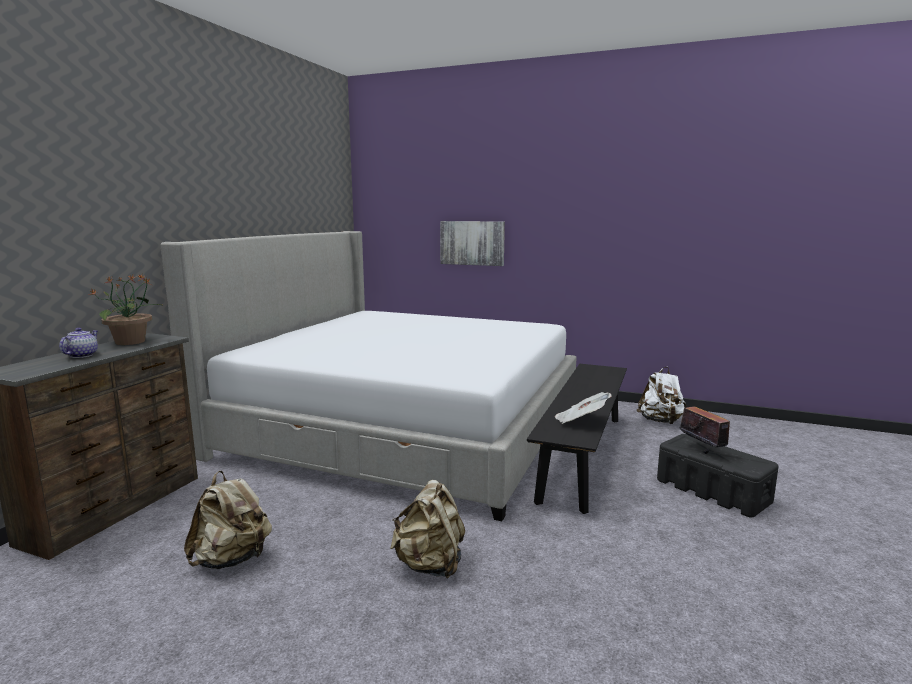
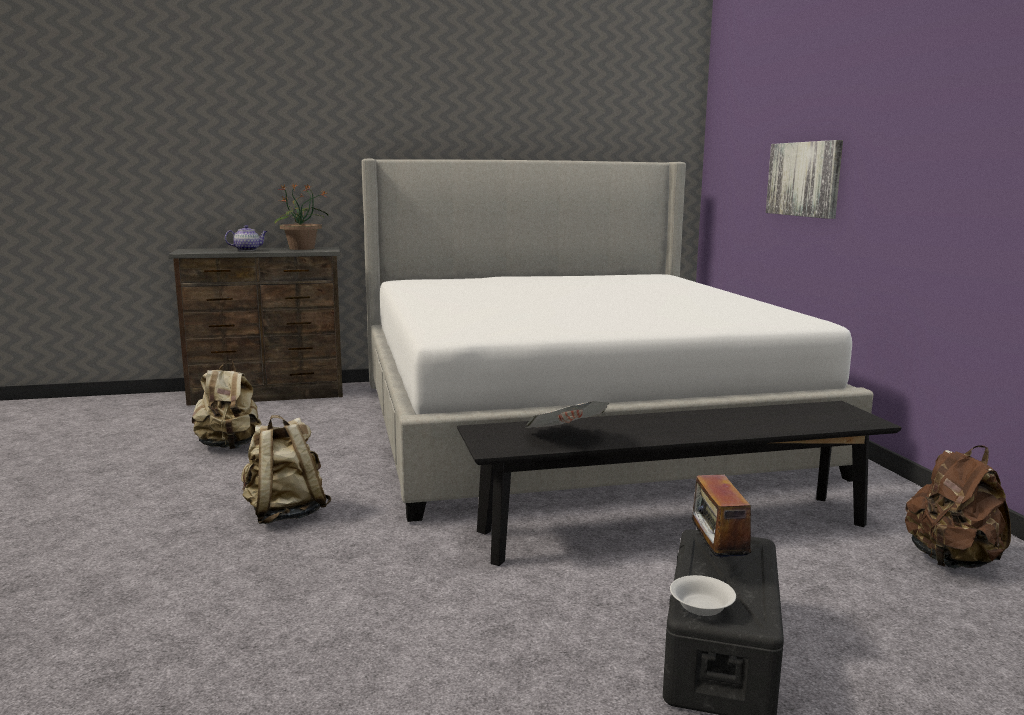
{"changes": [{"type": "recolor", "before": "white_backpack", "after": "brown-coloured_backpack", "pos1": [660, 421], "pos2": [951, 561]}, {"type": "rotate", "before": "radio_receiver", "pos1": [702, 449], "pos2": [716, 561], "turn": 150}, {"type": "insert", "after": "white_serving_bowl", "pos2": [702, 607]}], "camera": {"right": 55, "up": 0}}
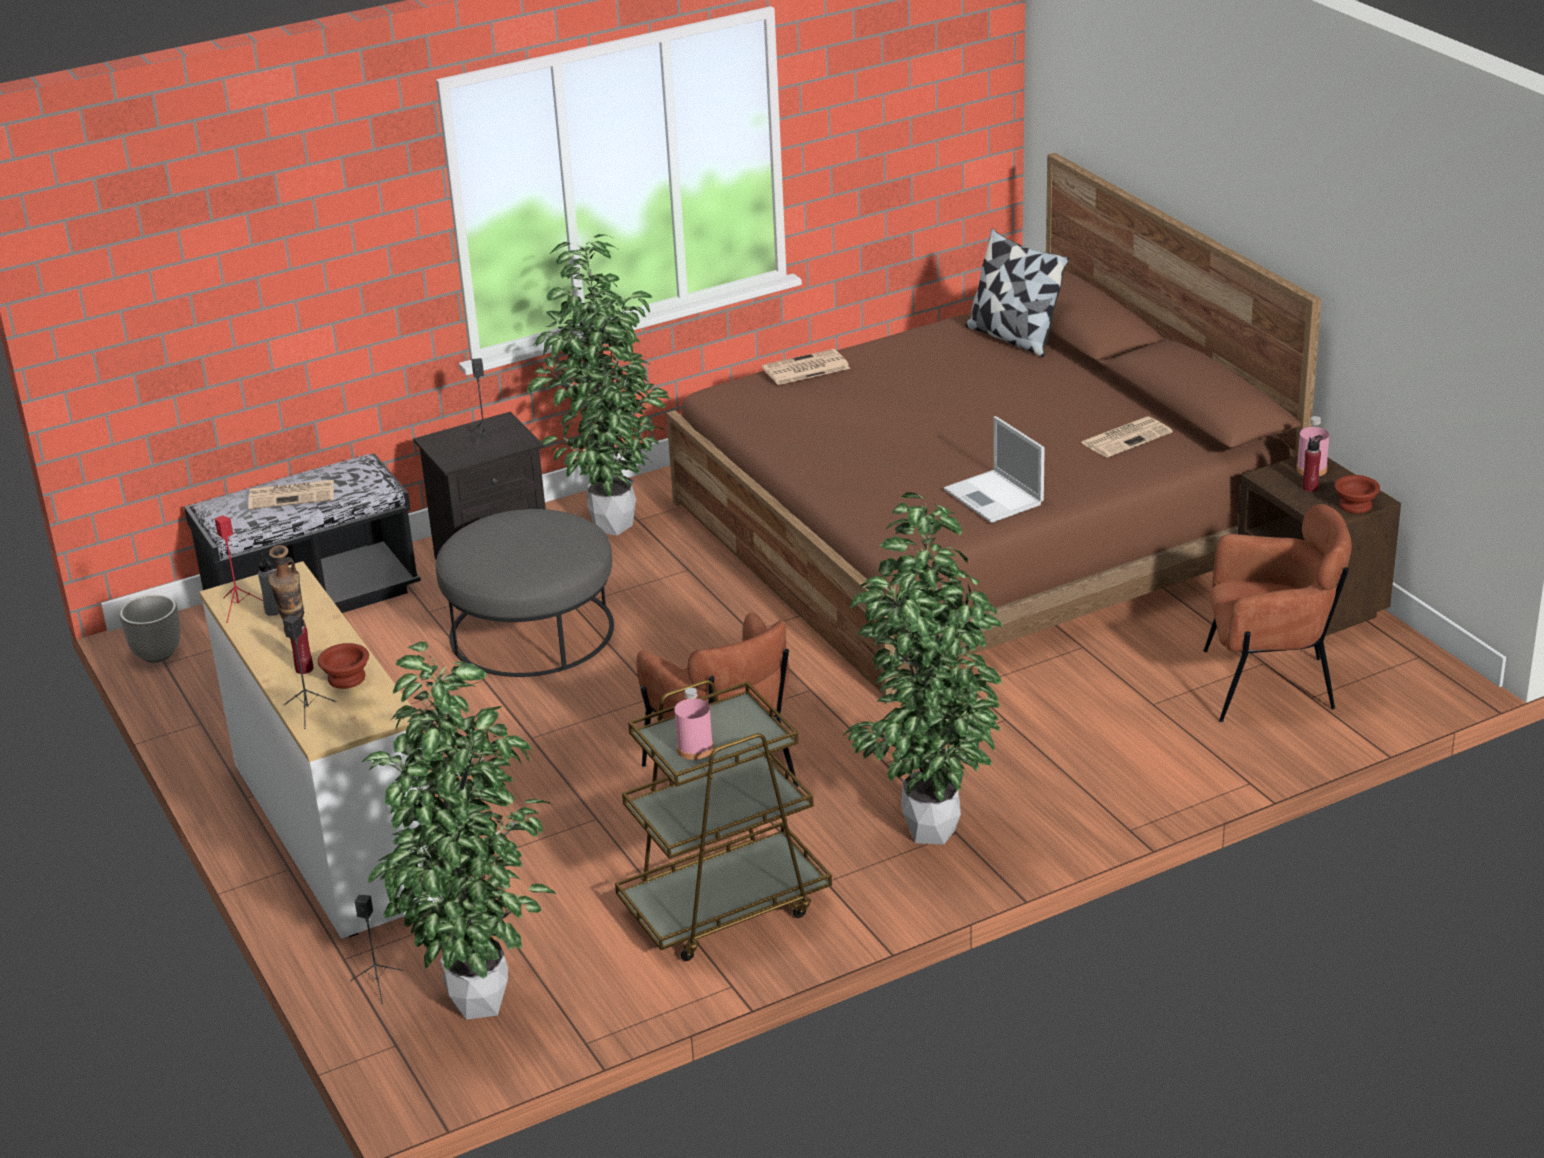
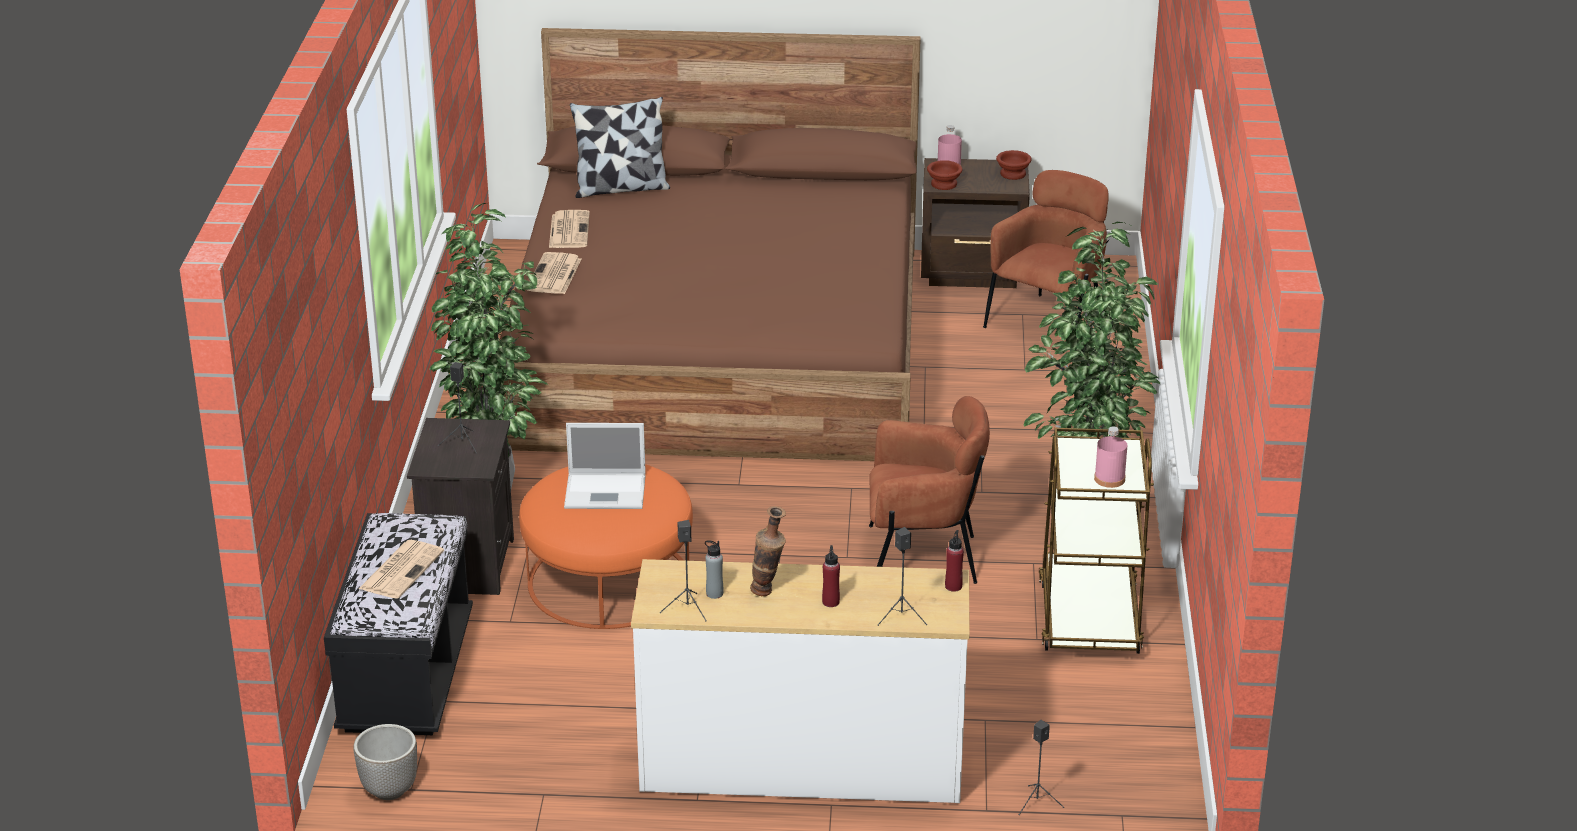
{"changes": [{"type": "move", "before": "laptop", "pos1": [995, 498], "pos2": [607, 491]}, {"type": "move", "before": "daily_paper", "pos1": [1126, 437], "pos2": [568, 230]}, {"type": "move", "before": "red-coloured_bottle", "pos1": [1310, 488], "pos2": [953, 586]}, {"type": "recolor", "before": "greyish_footrest", "after": "orangey_footrest", "pos1": [532, 630], "pos2": [609, 580]}, {"type": "recolor", "before": "red-coloured_speaker", "after": "black-coloured_speaker", "pos1": [240, 607], "pos2": [687, 608]}, {"type": "delete", "before": "plant_in_a_pot", "pos1": [481, 999]}, {"type": "move", "before": "brown-coloured_serving_bowl", "pos1": [348, 678], "pos2": [944, 184]}], "camera": {"right": -60, "up": 0}}
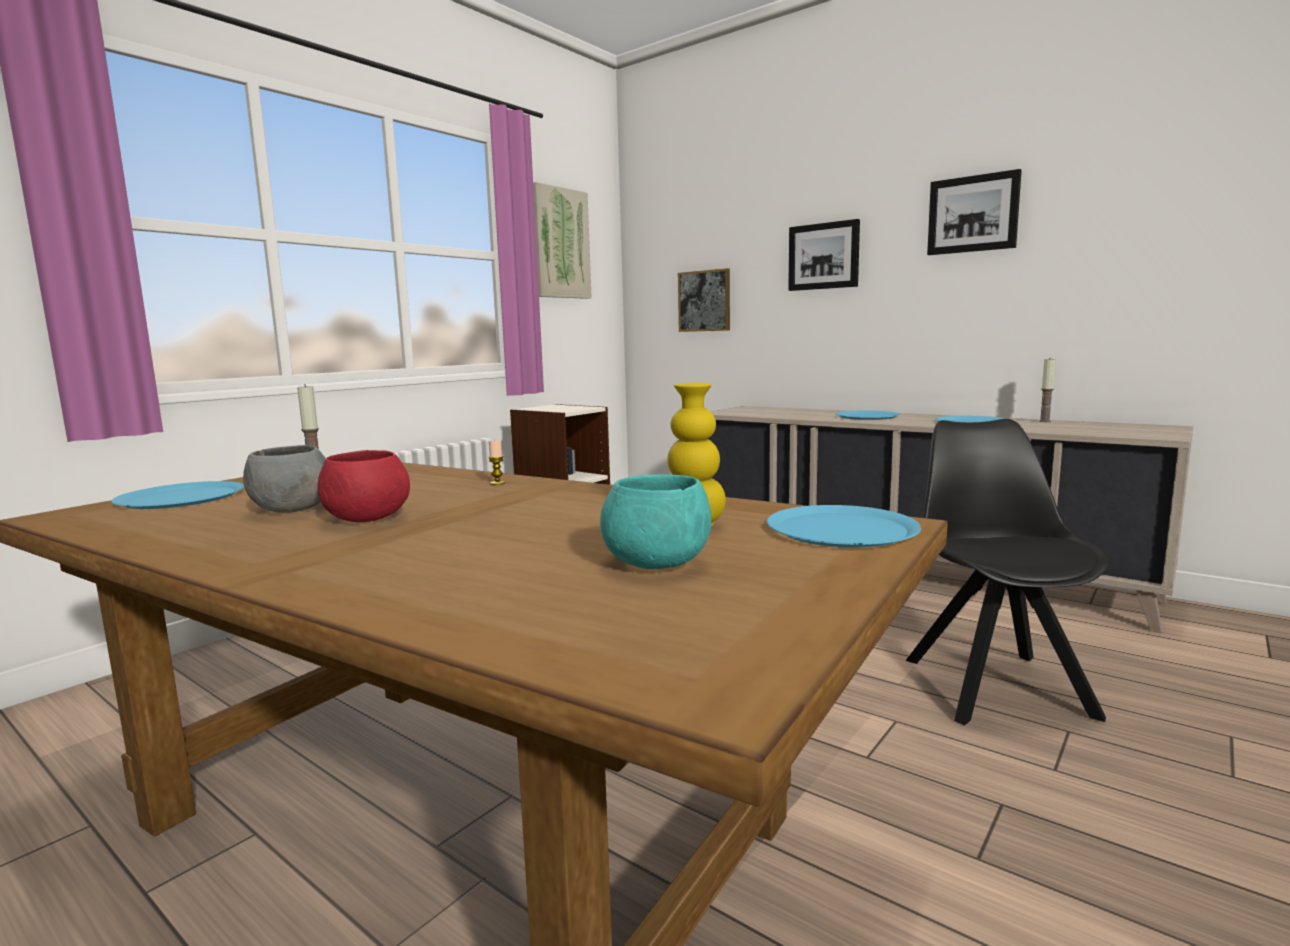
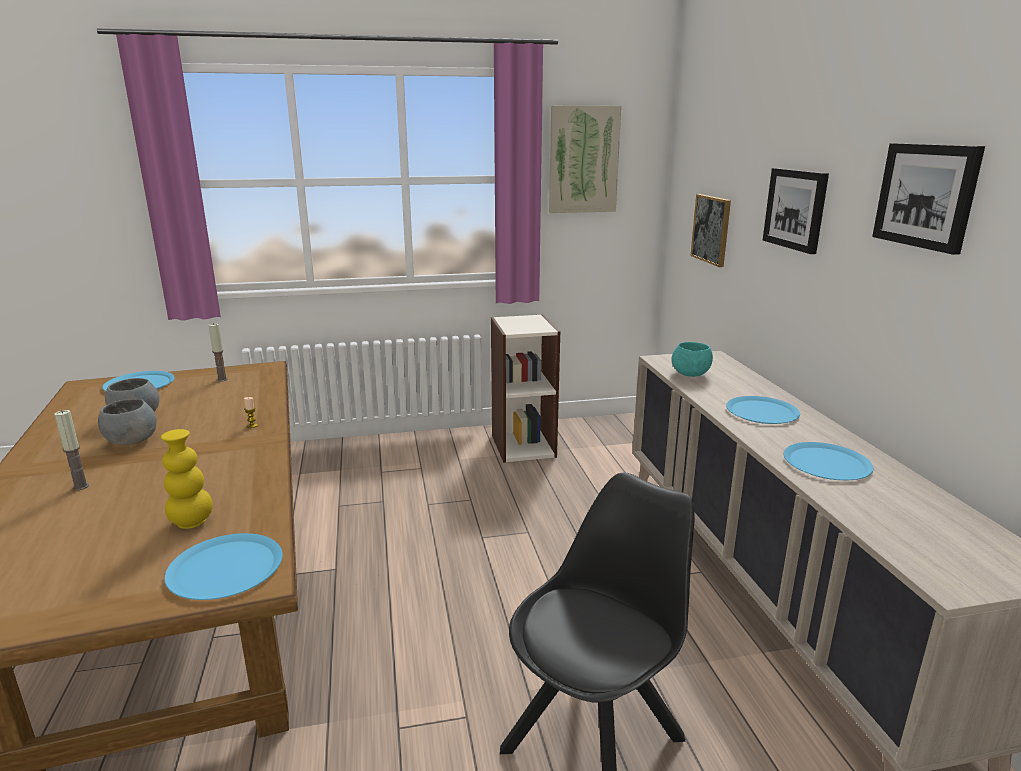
{"changes": [{"type": "move", "before": "candle", "pos1": [1044, 421], "pos2": [81, 486]}, {"type": "recolor", "before": "red-coloured_serving_bowl", "after": "greyish_serving_bowl", "pos1": [367, 519], "pos2": [131, 441]}, {"type": "move", "before": "turquoise-coloured_serving_bowl", "pos1": [657, 564], "pos2": [690, 374]}], "camera": {"right": 40, "up": 10}}
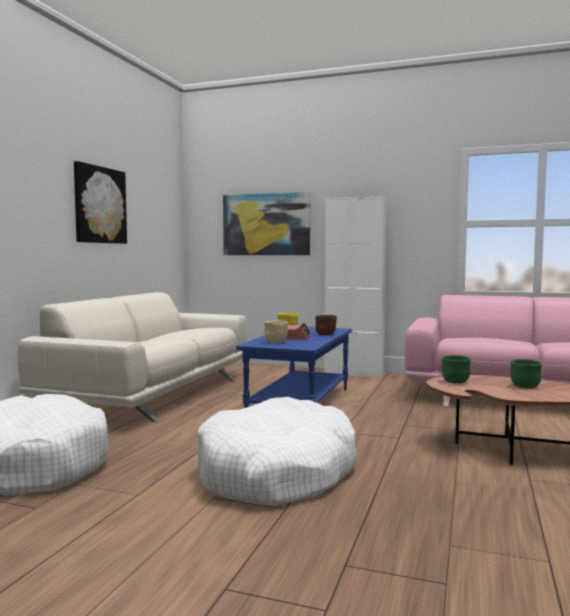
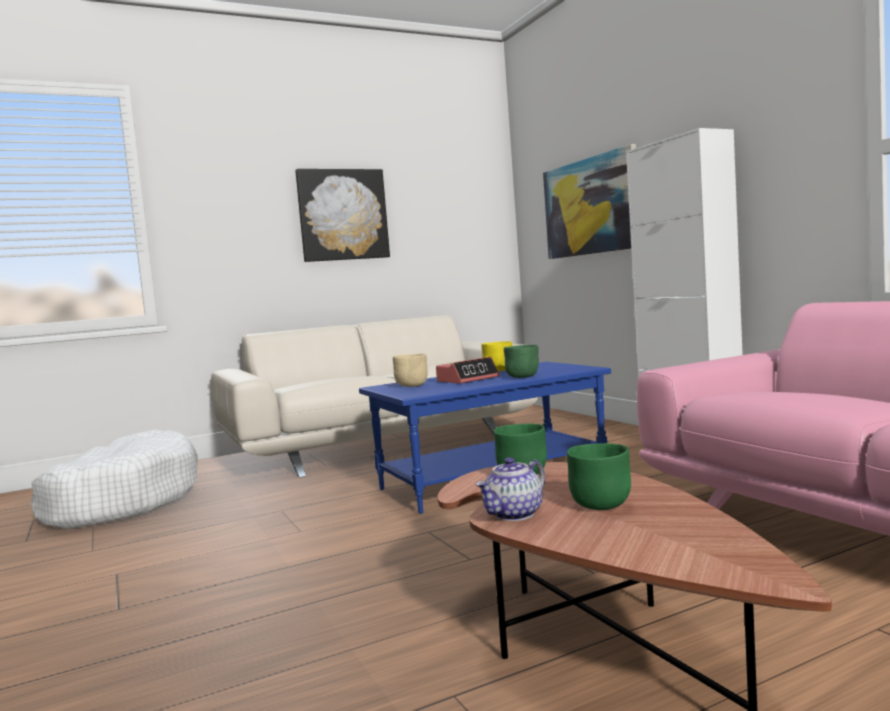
{"changes": [{"type": "recolor", "before": "brown-coloured_serving_bowl", "after": "green_serving_bowl", "pos1": [326, 335], "pos2": [523, 377]}, {"type": "delete", "before": "white_dog_cushion", "pos1": [276, 472]}, {"type": "insert", "after": "teapot", "pos2": [514, 514]}], "camera": {"right": 45, "up": 0}}
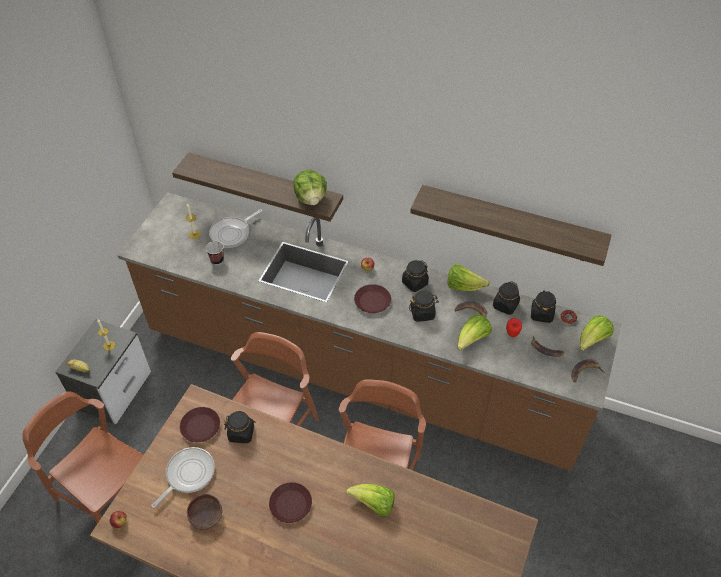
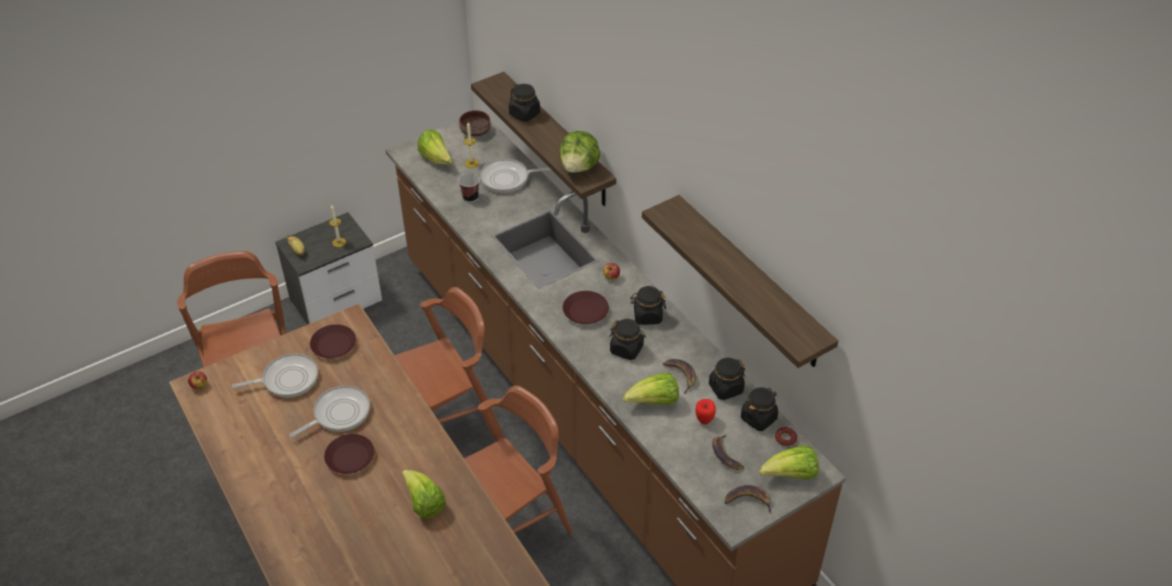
{"changes": [{"type": "move", "before": "lettuce", "pos1": [463, 286], "pos2": [436, 159]}, {"type": "move", "before": "black-coloured_storage_jar", "pos1": [241, 433], "pos2": [525, 114]}, {"type": "move", "before": "brown-coloured_serving_bowl", "pos1": [206, 515], "pos2": [476, 130]}, {"type": "insert", "after": "frying_pan", "pos2": [338, 414]}], "camera": {"right": 35, "up": -5}}
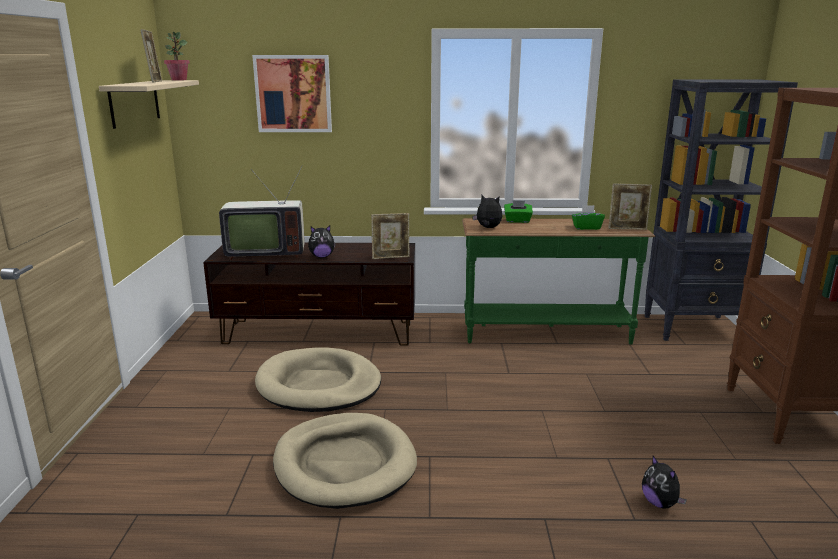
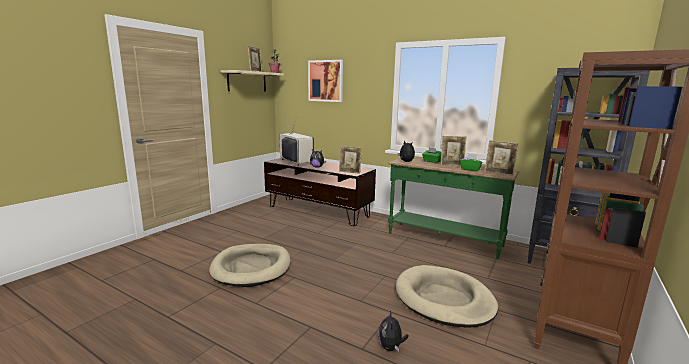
{"changes": [{"type": "rotate", "before": "TV", "pos1": [265, 253], "pos2": [295, 162], "turn": -150}, {"type": "move", "before": "beige-coloured_dog_cushion", "pos1": [318, 385], "pos2": [443, 299]}, {"type": "insert", "after": "photo_frame", "pos2": [452, 165]}], "camera": {"right": 30, "up": -5}}
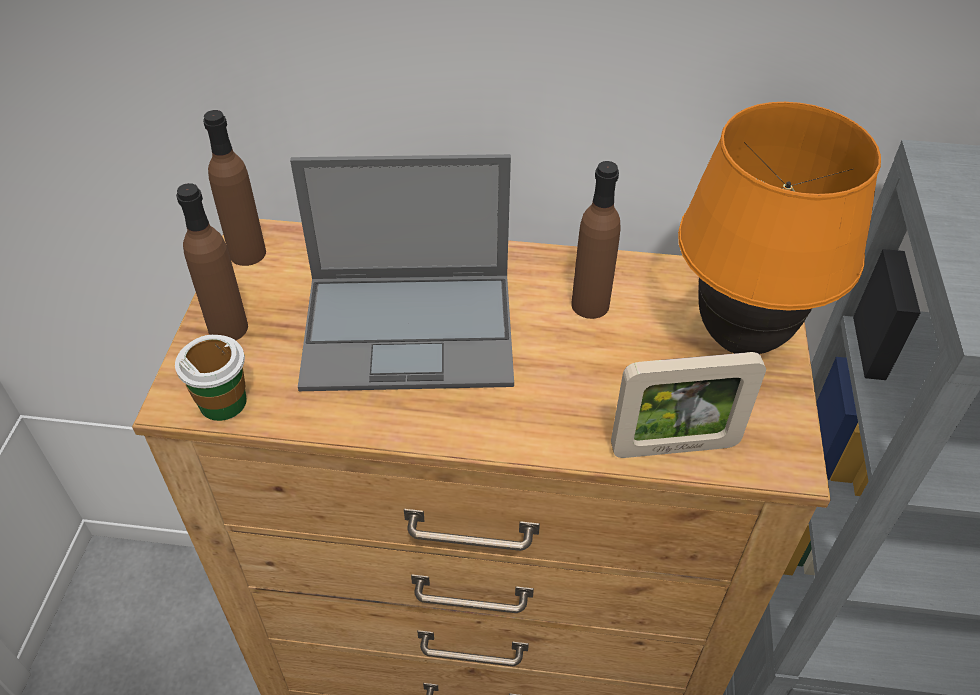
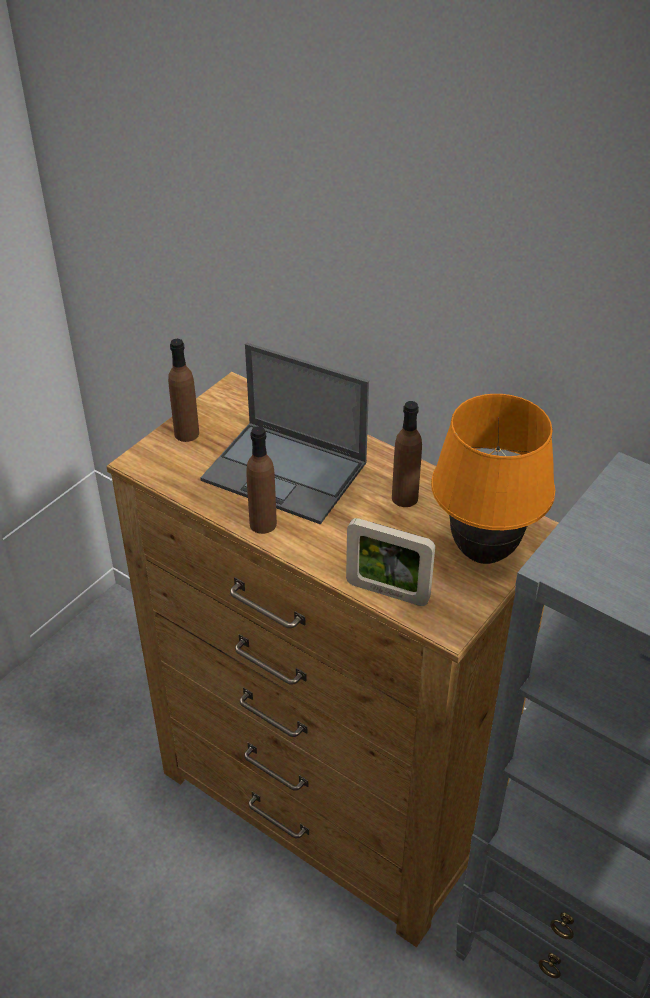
{"changes": [{"type": "move", "before": "brown-coloured_bottle", "pos1": [247, 253], "pos2": [263, 524]}, {"type": "delete", "before": "small_cup", "pos1": [223, 402]}], "camera": {"right": 30, "up": -5}}
